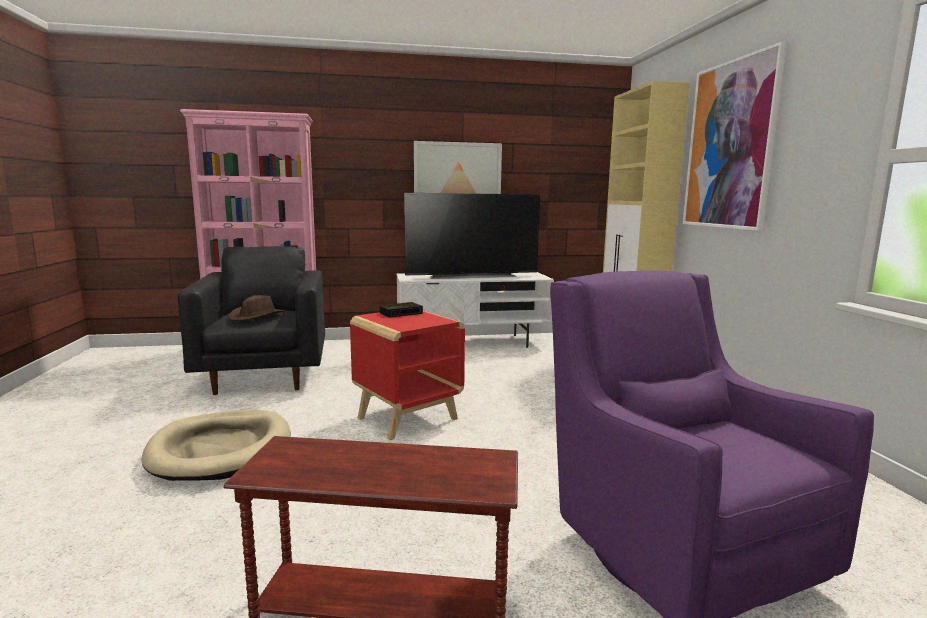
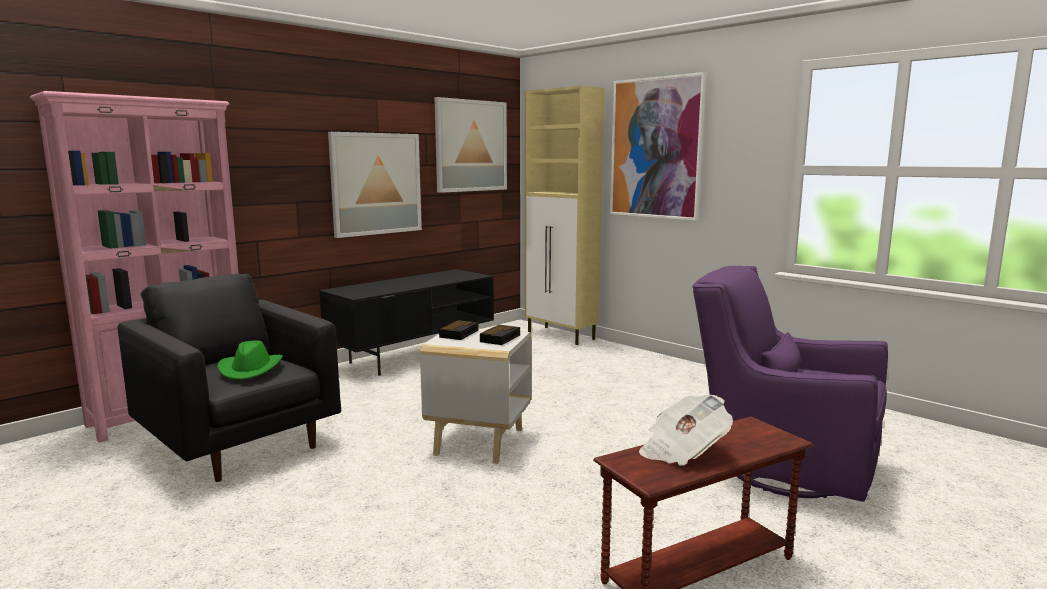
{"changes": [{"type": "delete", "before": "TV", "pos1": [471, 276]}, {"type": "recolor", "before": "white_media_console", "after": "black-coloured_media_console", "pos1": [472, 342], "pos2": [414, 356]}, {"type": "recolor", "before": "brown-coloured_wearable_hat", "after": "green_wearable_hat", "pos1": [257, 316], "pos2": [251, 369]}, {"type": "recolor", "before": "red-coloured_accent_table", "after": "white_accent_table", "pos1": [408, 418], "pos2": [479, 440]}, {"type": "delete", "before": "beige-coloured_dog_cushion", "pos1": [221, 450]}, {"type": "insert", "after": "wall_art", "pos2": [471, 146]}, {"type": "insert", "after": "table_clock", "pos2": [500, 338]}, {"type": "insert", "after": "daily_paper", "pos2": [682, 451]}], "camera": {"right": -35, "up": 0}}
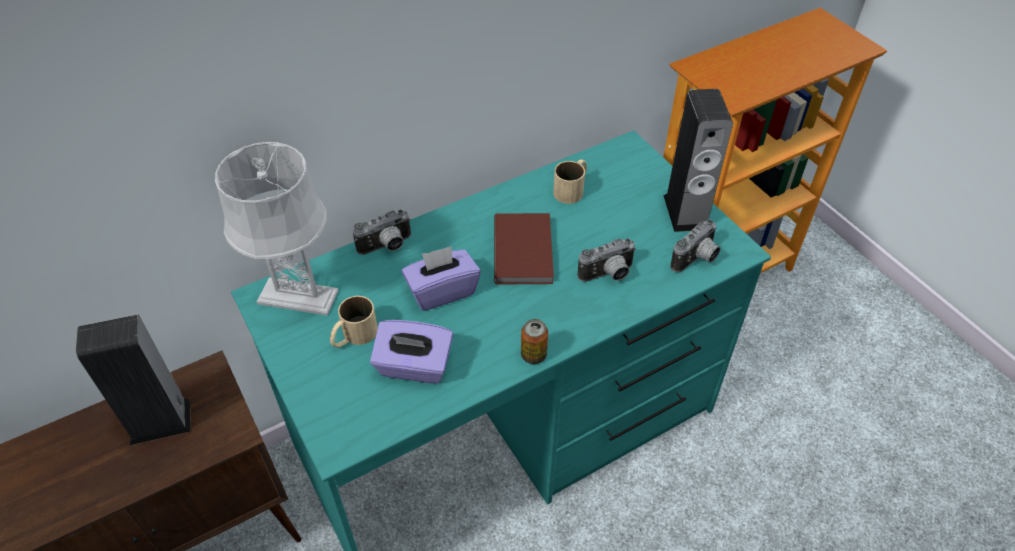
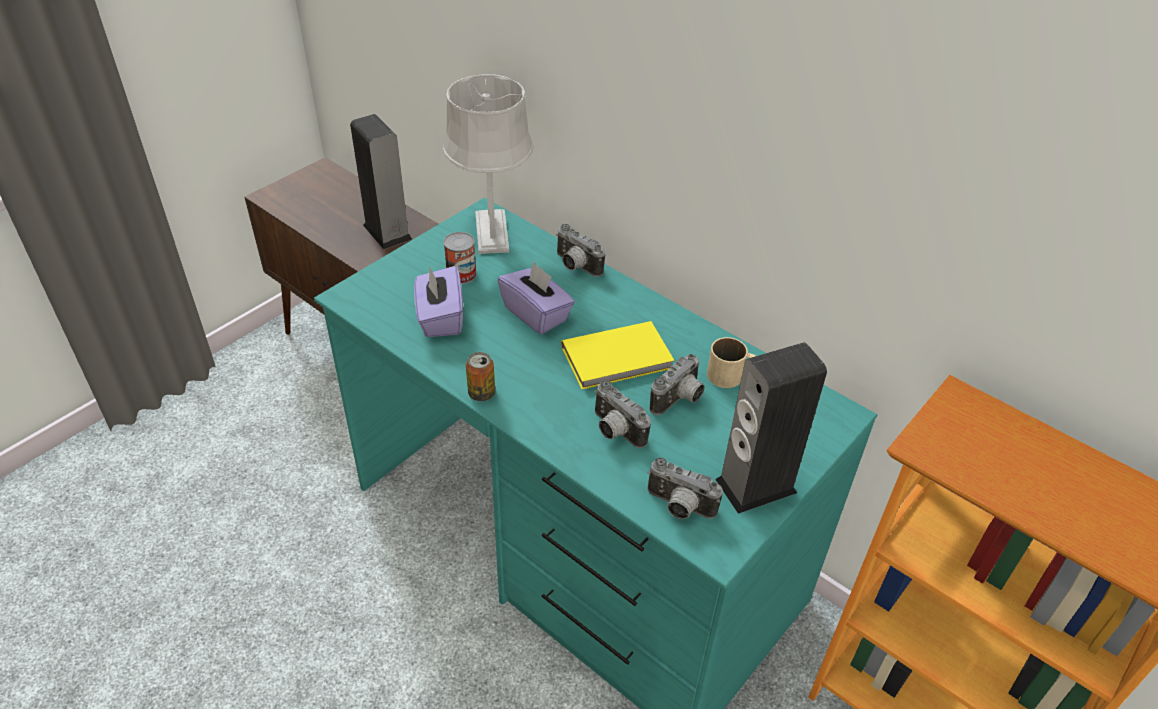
{"changes": [{"type": "recolor", "before": "brown-coloured_volume", "after": "yellow-coloured_volume", "pos1": [525, 250], "pos2": [619, 359]}, {"type": "replace", "before": "beige-coloured_tea_mug", "after": "metal_can", "pos1": [353, 336], "pos2": [461, 274]}, {"type": "insert", "after": "still_camera", "pos2": [679, 400]}], "camera": {"right": 70, "up": -5}}
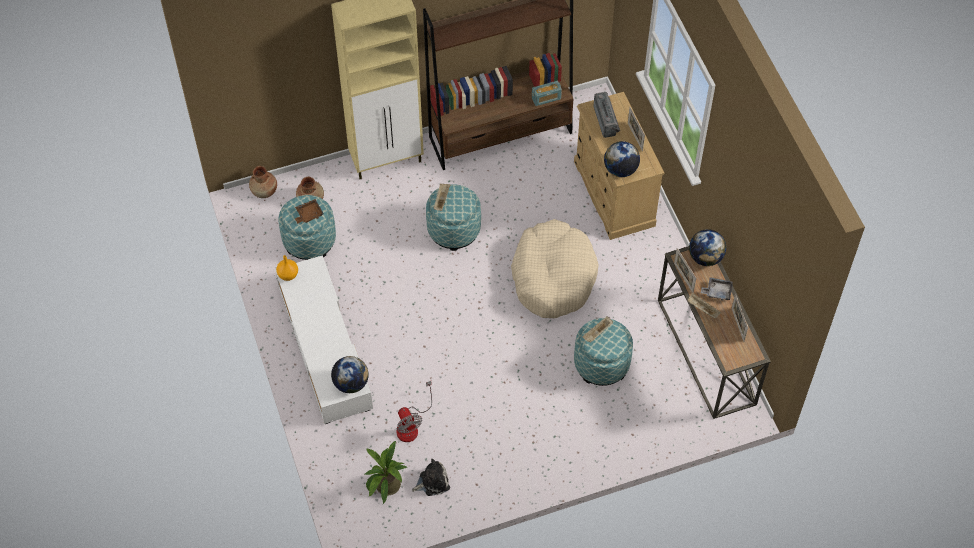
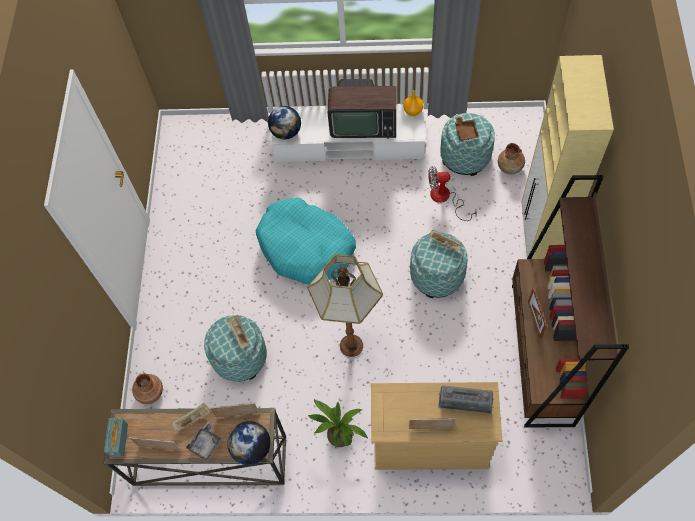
{"changes": [{"type": "move", "before": "radio_receiver", "pos1": [546, 98], "pos2": [119, 440]}, {"type": "delete", "before": "desk_globe", "pos1": [620, 169]}, {"type": "move", "before": "brown-coloured_decorative_vase", "pos1": [264, 191], "pos2": [150, 393]}, {"type": "replace", "before": "beige-coloured_dog_cushion", "after": "standard_lamp", "pos1": [553, 276], "pos2": [351, 346]}, {"type": "move", "before": "fan", "pos1": [411, 425], "pos2": [445, 199]}, {"type": "move", "before": "plant_in_a_pot", "pos1": [385, 487], "pos2": [338, 432]}, {"type": "delete", "before": "cuddly_toy", "pos1": [432, 481]}, {"type": "insert", "after": "TV", "pos2": [362, 122]}, {"type": "insert", "after": "turquoise-coloured_dog_cushion", "pos2": [306, 247]}, {"type": "insert", "after": "photo_frame", "pos2": [534, 319]}], "camera": {"right": 115, "up": 5}}
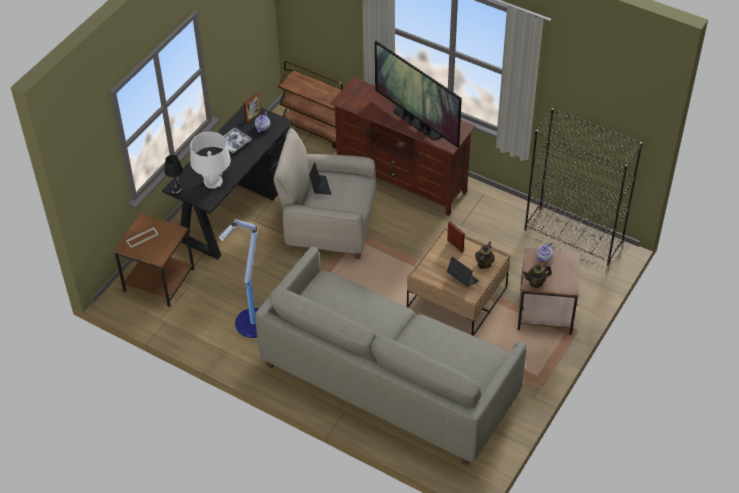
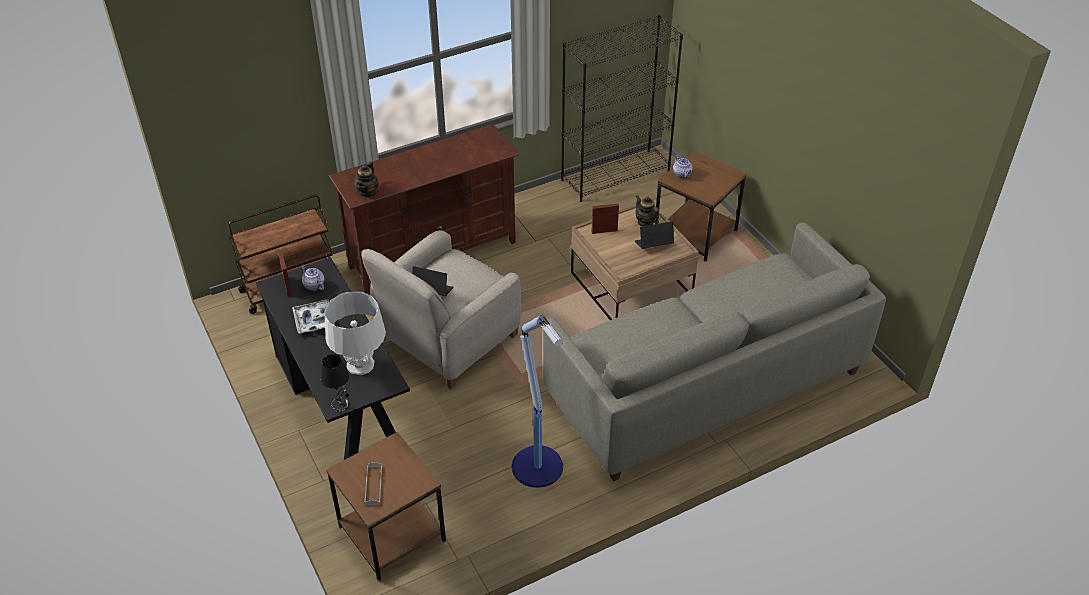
{"changes": [{"type": "delete", "before": "TV", "pos1": [417, 123]}, {"type": "move", "before": "teapot", "pos1": [536, 282], "pos2": [368, 192]}], "camera": {"right": -60, "up": -5}}
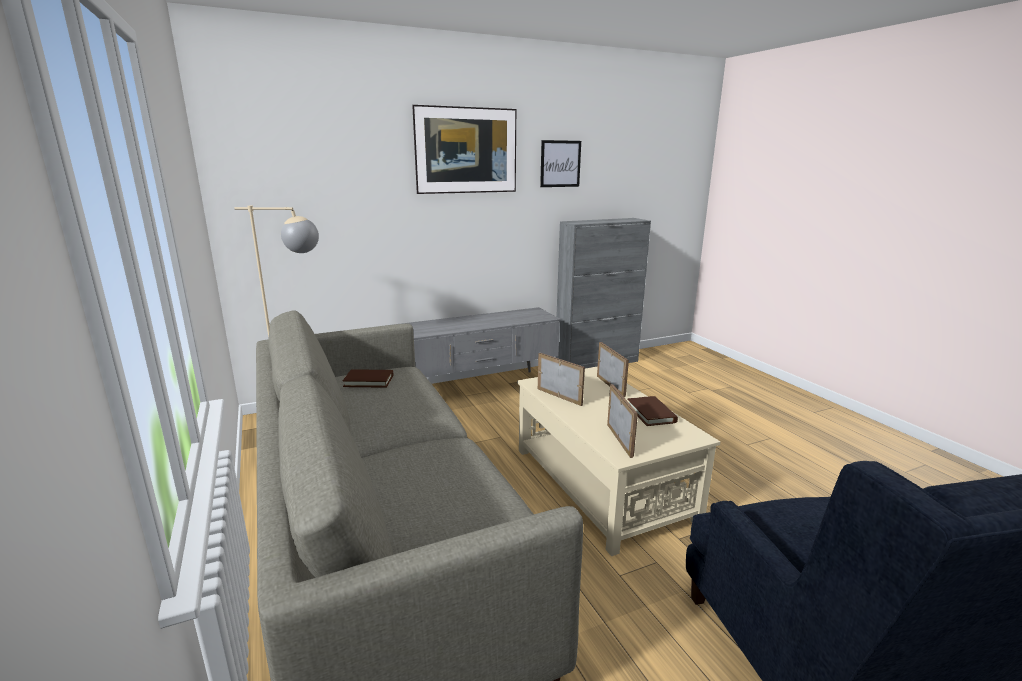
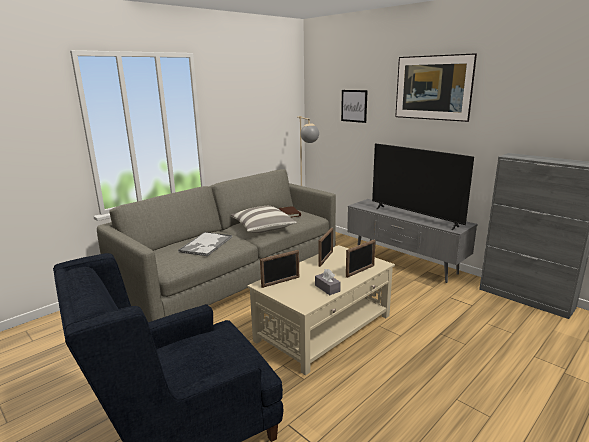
{"changes": [{"type": "move", "before": "wall_art", "pos1": [560, 164], "pos2": [354, 106]}, {"type": "replace", "before": "brown-coloured_volume", "after": "greyish_box_of_tissues", "pos1": [651, 413], "pos2": [327, 288]}, {"type": "insert", "after": "TV", "pos2": [415, 217]}, {"type": "insert", "after": "throw_pillow", "pos2": [263, 228]}, {"type": "insert", "after": "tray", "pos2": [205, 245]}], "camera": {"right": 70, "up": 0}}
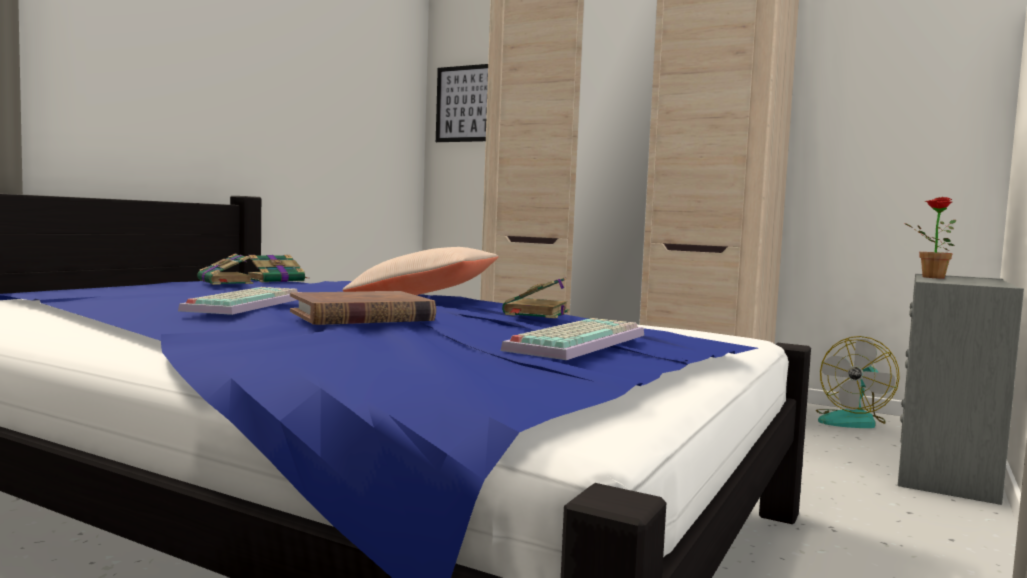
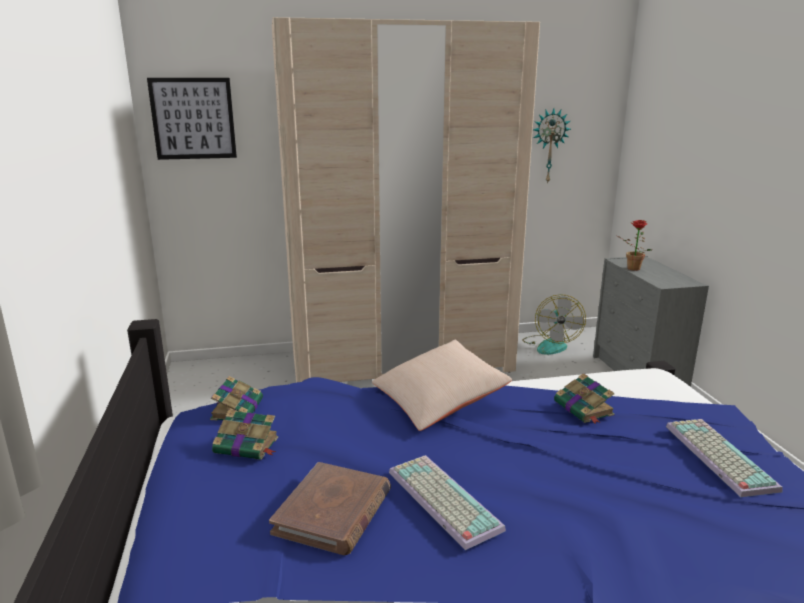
{"changes": [{"type": "move", "before": "brown-coloured_volume", "pos1": [361, 316], "pos2": [333, 512]}, {"type": "insert", "after": "hanging_clock", "pos2": [549, 146]}], "camera": {"right": -40, "up": 15}}
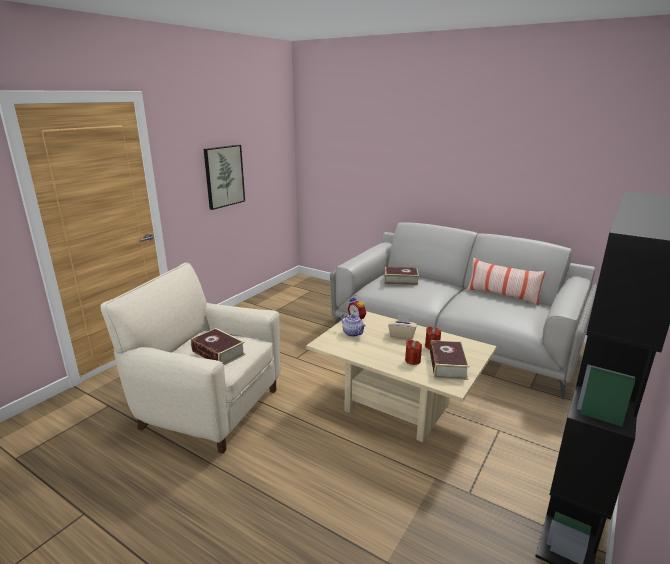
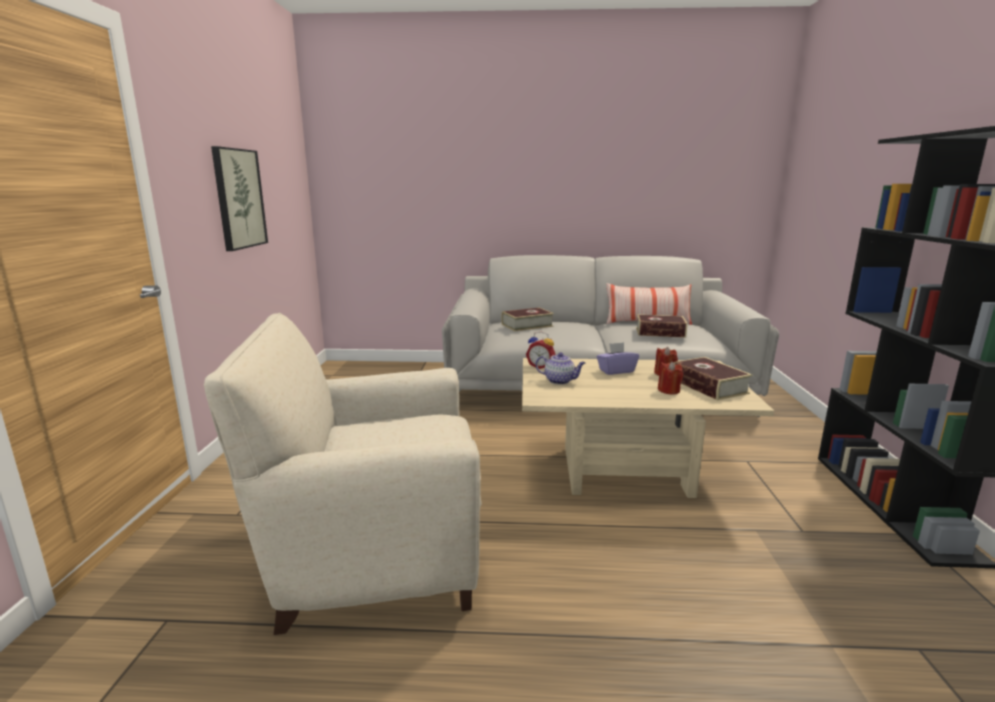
{"changes": [{"type": "recolor", "before": "beige-coloured_box_of_tissues", "after": "purplish_box_of_tissues", "pos1": [402, 335], "pos2": [616, 371]}, {"type": "move", "before": "volume", "pos1": [218, 353], "pos2": [660, 332]}], "camera": {"right": -30, "up": -5}}
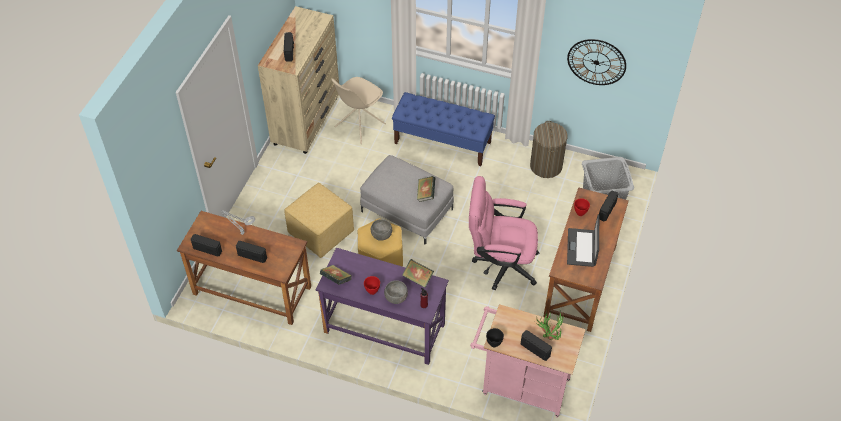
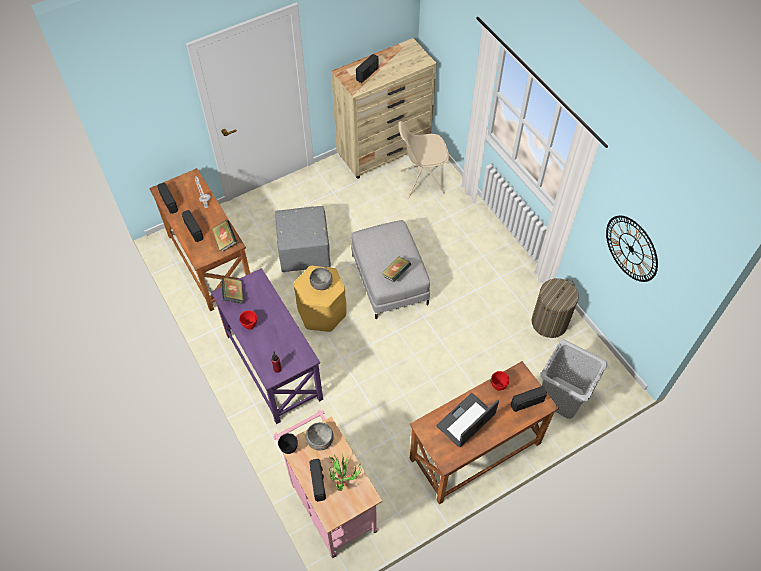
{"changes": [{"type": "delete", "before": "bluish_bench", "pos1": [443, 143]}, {"type": "delete", "before": "pink-coloured_office_chair", "pos1": [500, 264]}, {"type": "recolor", "before": "yellow-coloured_footrest", "after": "greyish_footrest", "pos1": [322, 232], "pos2": [305, 252]}, {"type": "move", "before": "volume", "pos1": [418, 278], "pos2": [225, 241]}, {"type": "move", "before": "greyish_serving_bowl", "pos1": [396, 298], "pos2": [320, 441]}], "camera": {"right": 40, "up": 5}}
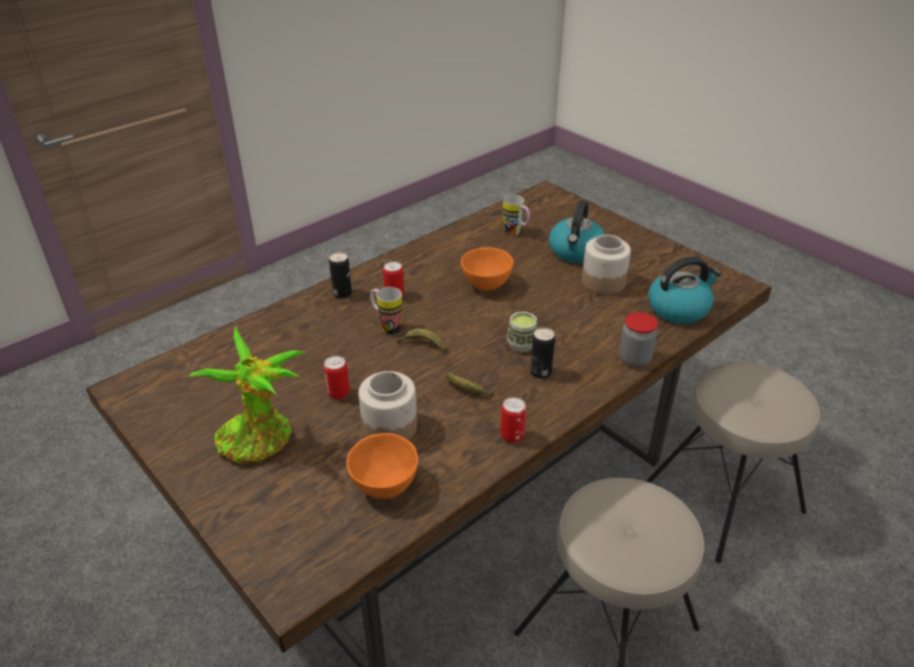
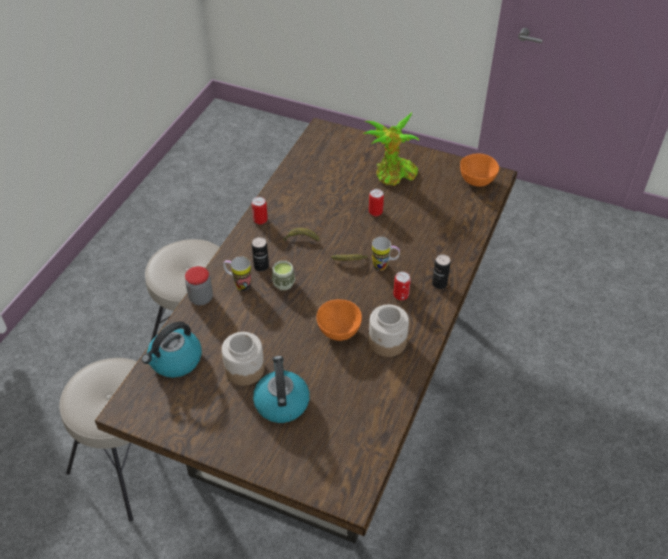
{"changes": [{"type": "move", "before": "tea_mug", "pos1": [516, 233], "pos2": [238, 284]}, {"type": "move", "before": "storage_jar", "pos1": [390, 427], "pos2": [387, 342]}, {"type": "move", "before": "orangey_serving_bowl", "pos1": [384, 484], "pos2": [477, 182]}], "camera": {"right": 155, "up": 10}}
